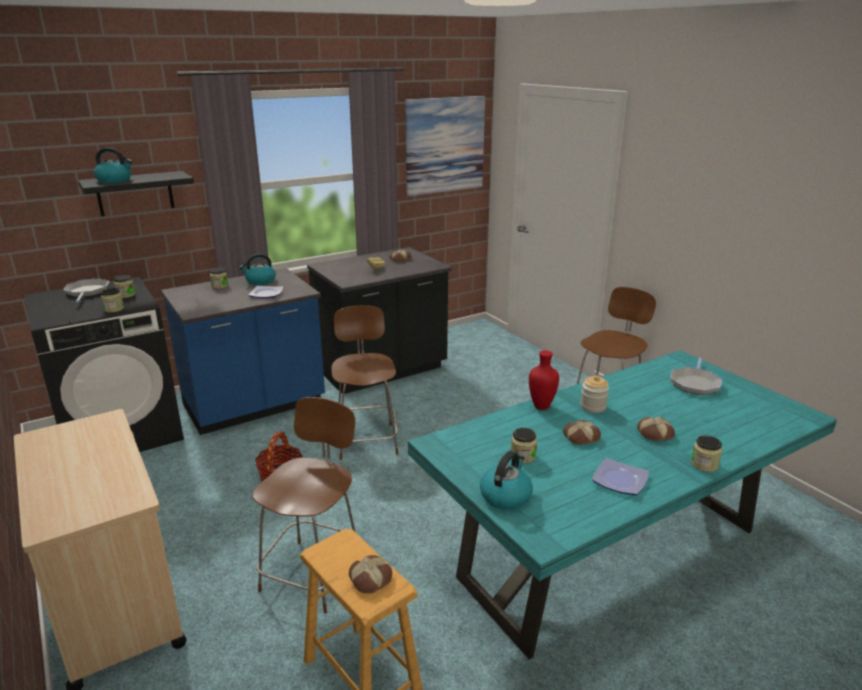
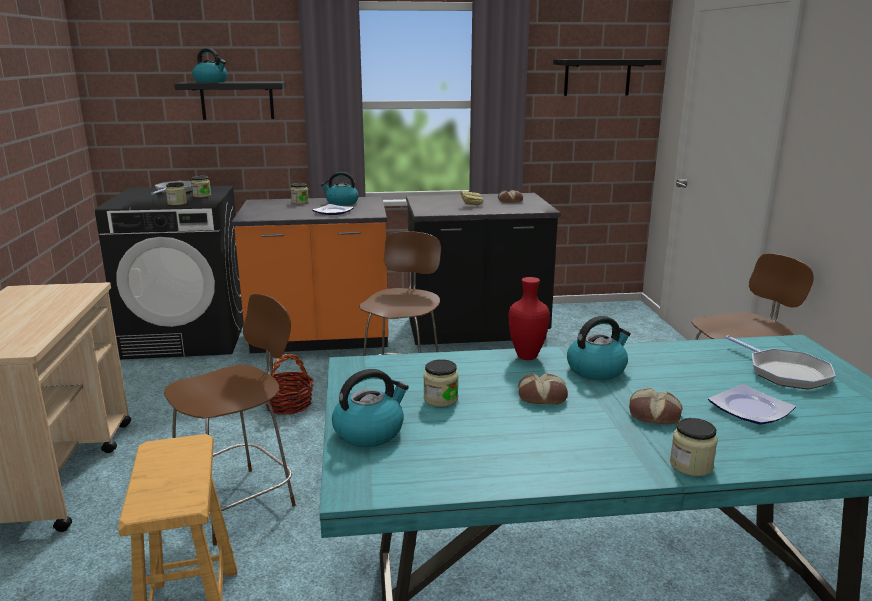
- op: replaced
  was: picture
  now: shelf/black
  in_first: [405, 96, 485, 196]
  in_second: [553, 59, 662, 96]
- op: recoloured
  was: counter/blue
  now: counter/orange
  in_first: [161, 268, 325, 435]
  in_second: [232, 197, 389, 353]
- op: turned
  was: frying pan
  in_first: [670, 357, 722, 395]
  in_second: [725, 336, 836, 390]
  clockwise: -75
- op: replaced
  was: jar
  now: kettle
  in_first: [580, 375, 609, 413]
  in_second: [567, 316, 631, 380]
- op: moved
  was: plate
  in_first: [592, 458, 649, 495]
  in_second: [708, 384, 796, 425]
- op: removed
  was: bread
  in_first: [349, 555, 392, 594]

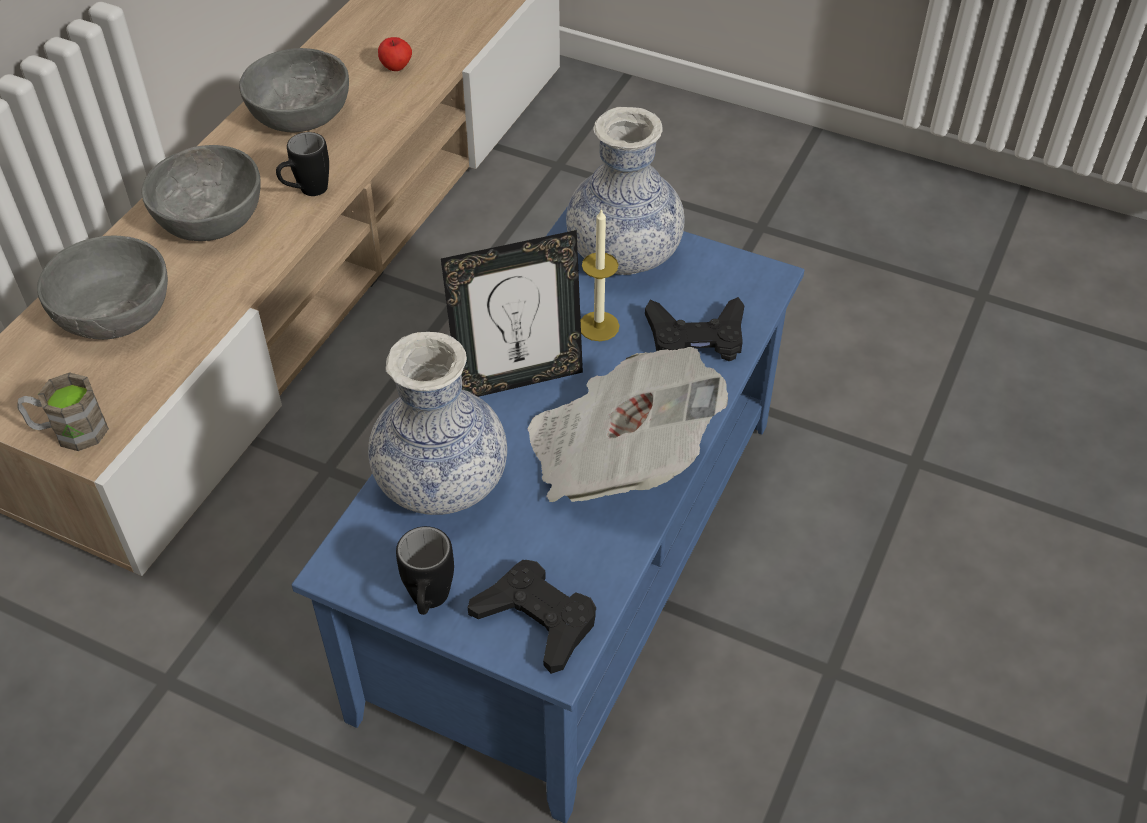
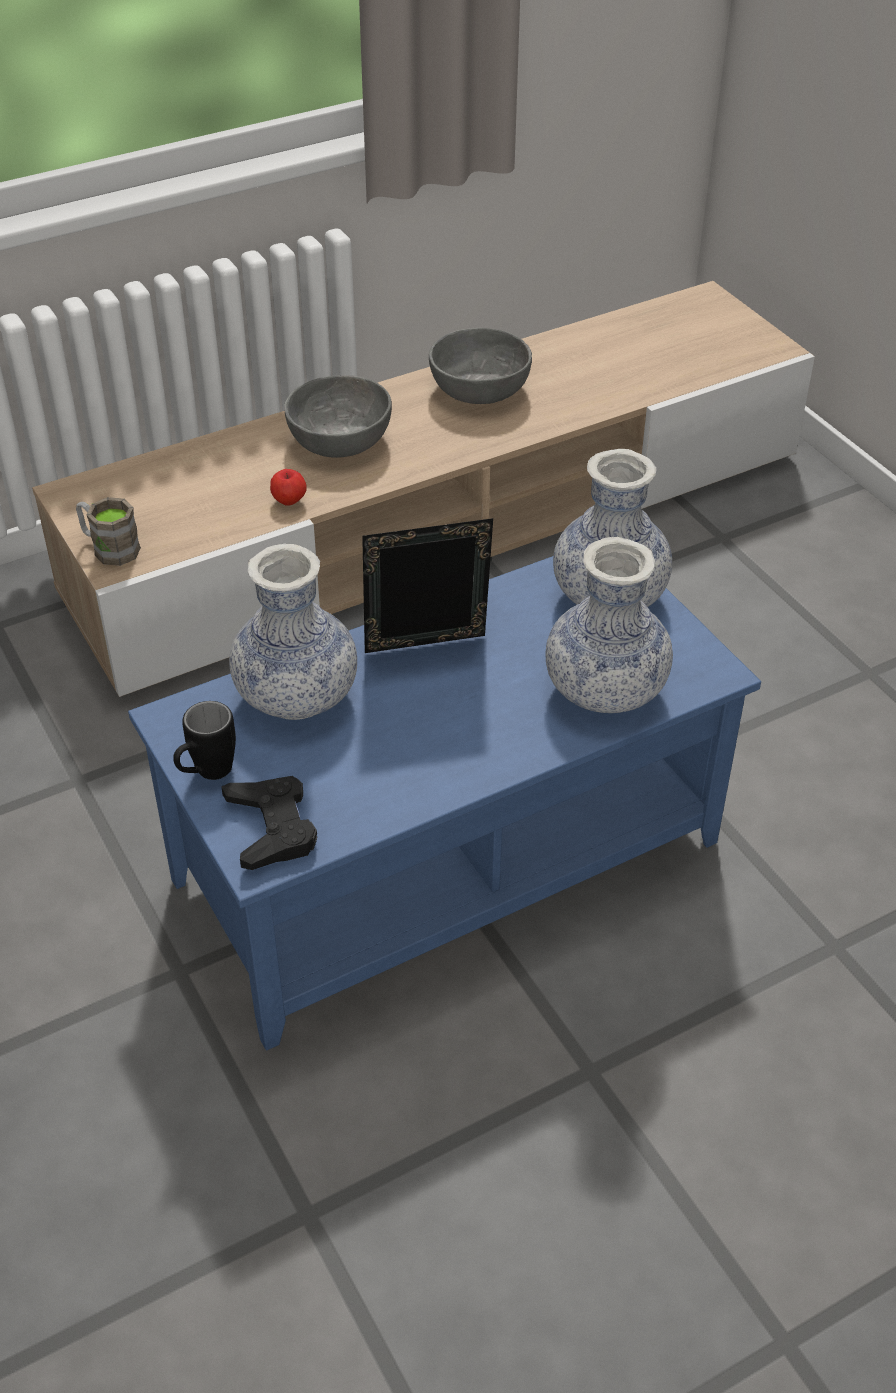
- op: moved
  was: apple
  in_first: [378, 37, 412, 71]
  in_second: [270, 469, 306, 505]
- op: removed
  was: mug/black
  in_first: [276, 132, 329, 196]
- op: removed
  was: candle
  in_first: [581, 208, 620, 341]
- op: turned
  was: picture frame
  in_first: [441, 230, 583, 397]
  in_second: [362, 518, 493, 653]
  clockwise: 150
- op: removed
  was: bowl/grey
  in_first: [37, 236, 168, 340]
- op: replaced
  was: game controller/black
  now: vase
  in_first: [645, 297, 745, 361]
  in_second: [545, 537, 673, 713]
- op: removed
  was: newspaper
  in_first: [527, 347, 728, 502]

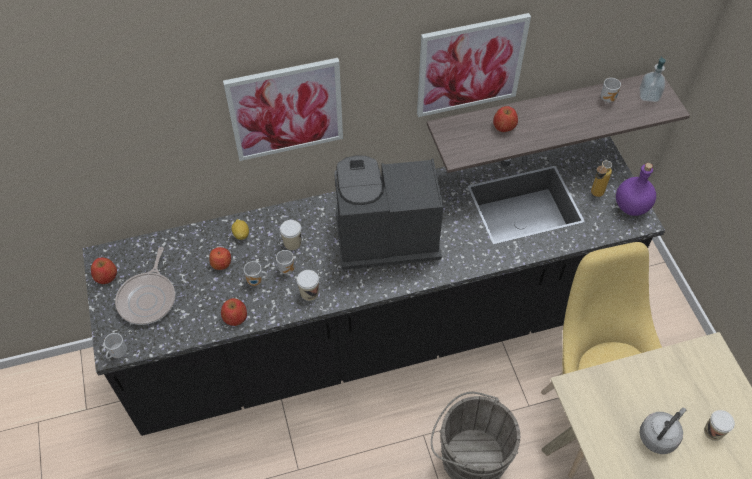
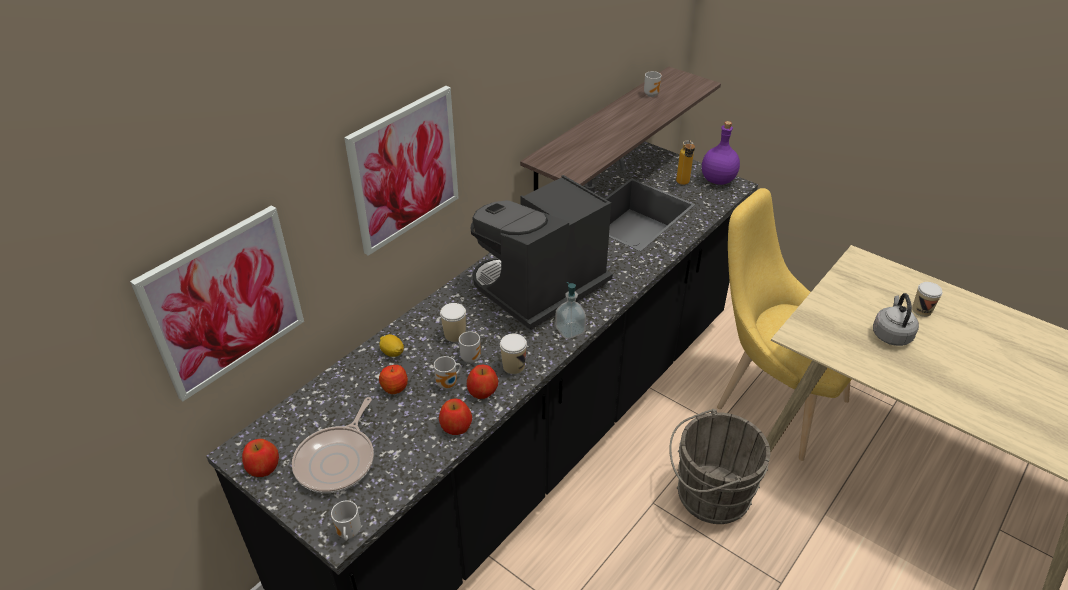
- op: moved
  was: picture
  in_first: [417, 13, 531, 117]
  in_second: [130, 205, 304, 401]
- op: moved
  was: soap dispenser
  in_first: [640, 56, 666, 102]
  in_second: [556, 282, 586, 339]
- op: moved
  was: apple
  in_first: [493, 106, 518, 132]
  in_second: [467, 365, 498, 399]
- op: turned
  was: frying pan
  in_first: [115, 247, 175, 325]
  in_second: [292, 397, 374, 493]
  clockwise: 45

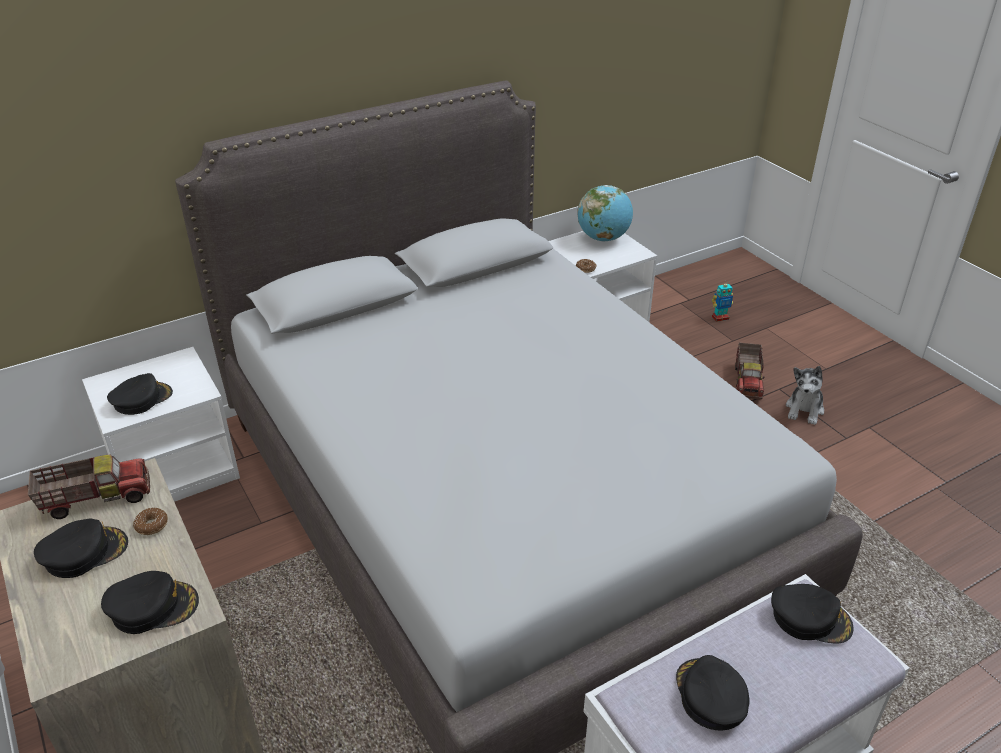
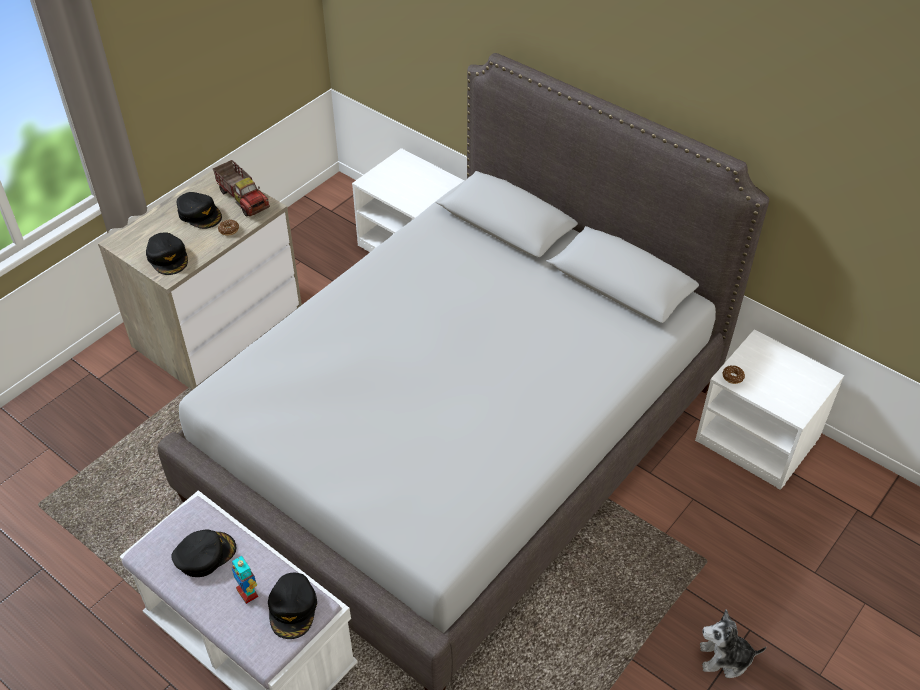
- op: removed
  was: globe
  in_first: [577, 185, 633, 241]
- op: moved
  was: toy robot
  in_first: [712, 280, 733, 322]
  in_second: [232, 556, 258, 604]
- op: removed
  was: toy truck
  in_first: [735, 343, 764, 399]
- op: removed
  was: cap/black
  in_first: [107, 373, 173, 415]

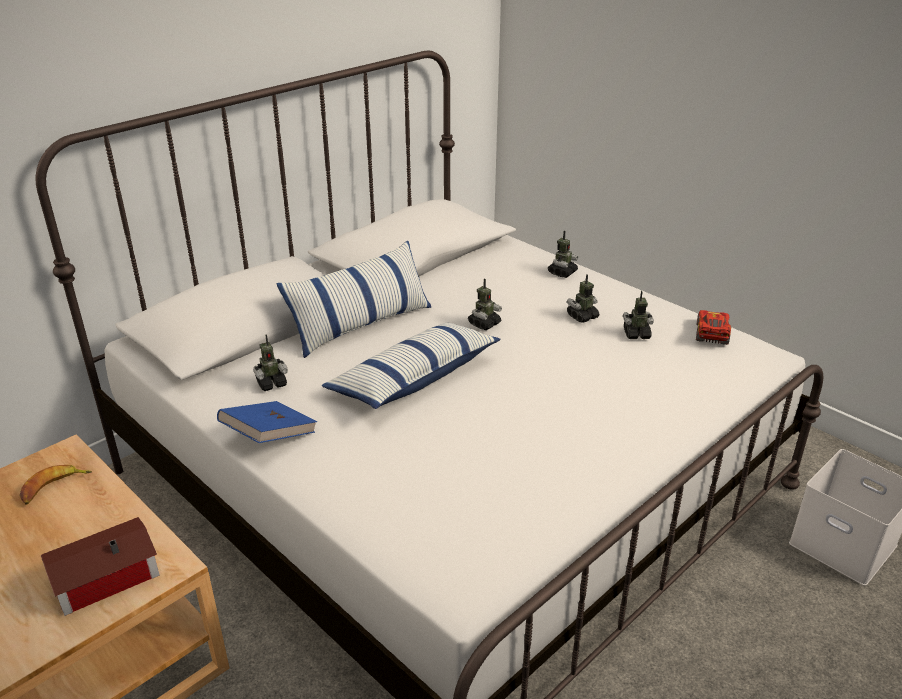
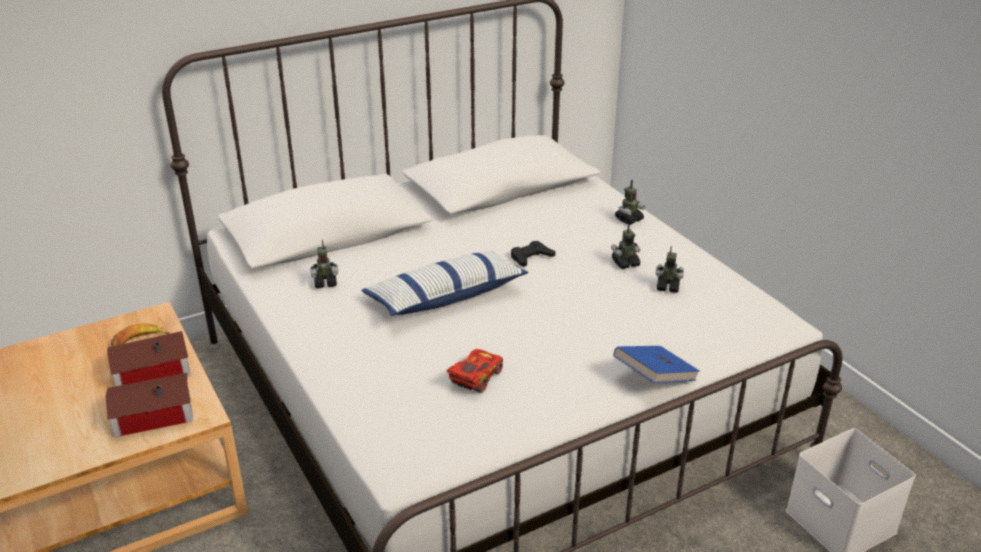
- op: removed
  was: pillow
  in_first: [277, 241, 431, 358]
- op: replaced
  was: toy robot
  now: game controller/black
  in_first: [468, 278, 502, 330]
  in_second: [511, 241, 555, 267]
- op: moved
  was: toy car/red
  in_first: [696, 310, 731, 345]
  in_second: [447, 349, 503, 393]
- op: moved
  was: book/blue
  in_first: [217, 401, 317, 443]
  in_second: [614, 346, 700, 383]
- op: added
  now: toy house
  in_second: [107, 331, 190, 386]

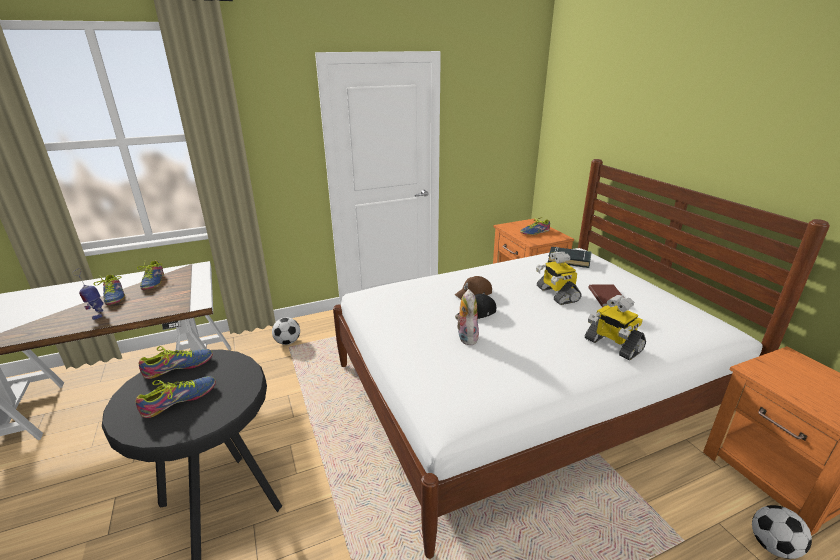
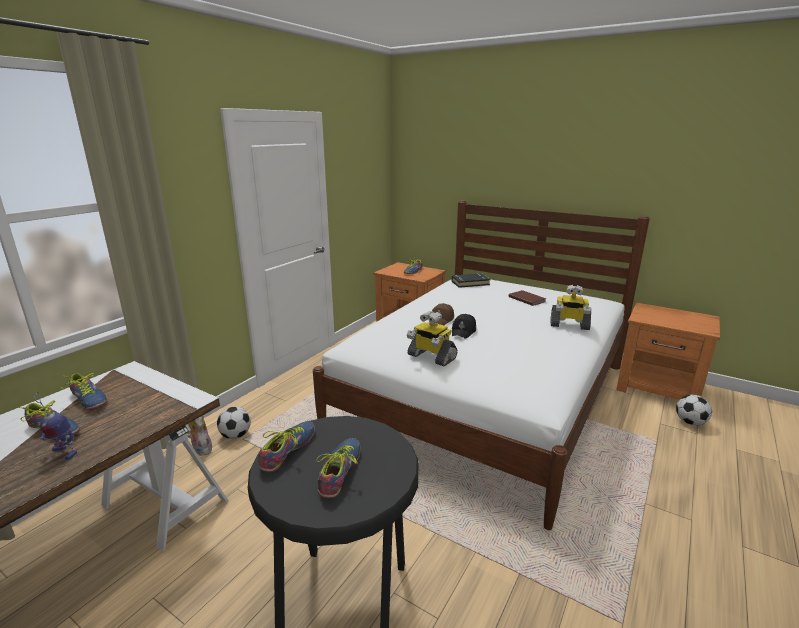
- op: moved
  was: toy robot
  in_first: [536, 252, 581, 305]
  in_second: [407, 311, 458, 366]
- op: moved
  was: plush toy
  in_first: [455, 289, 479, 345]
  in_second: [187, 416, 212, 456]

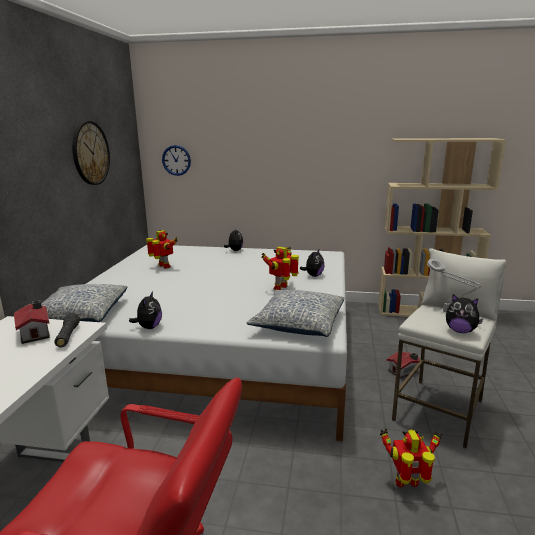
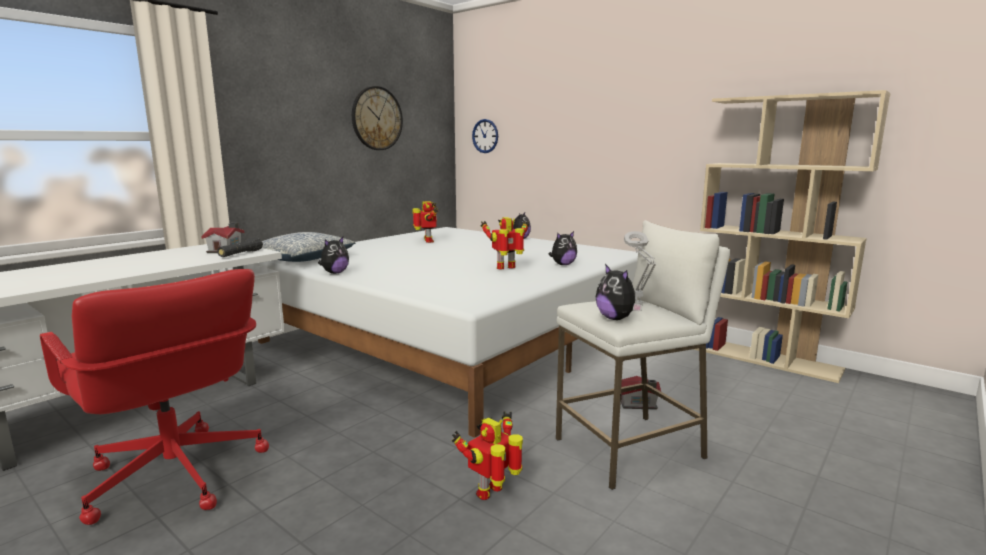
- op: removed
  was: pillow
  in_first: [247, 290, 344, 337]
- op: turned
  was: toy robot
  in_first: [380, 429, 442, 487]
  in_second: [452, 411, 523, 500]
  clockwise: -75

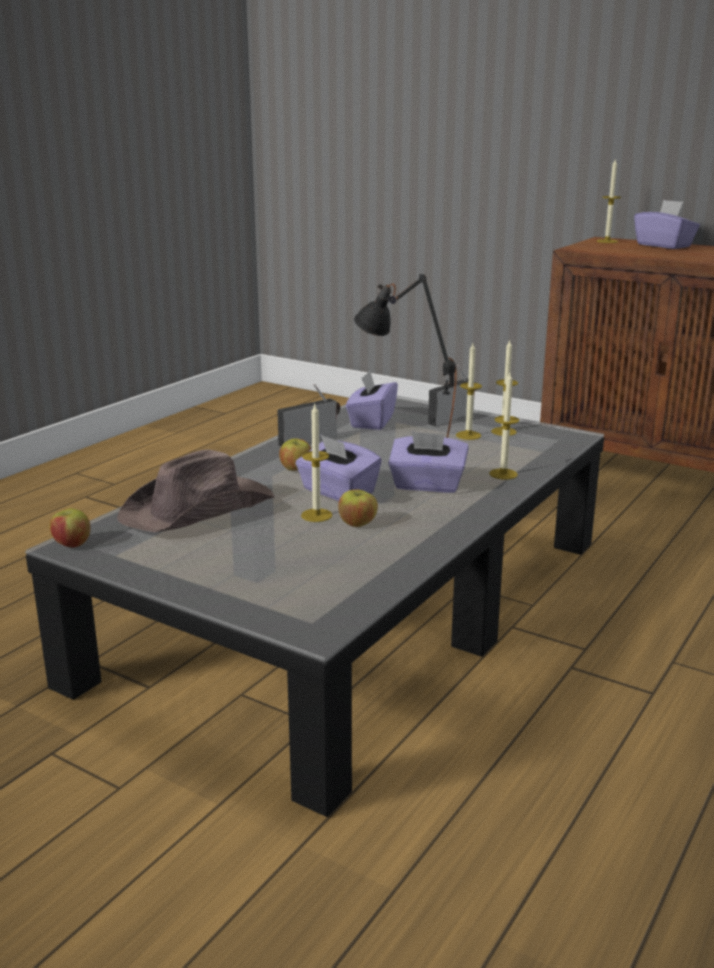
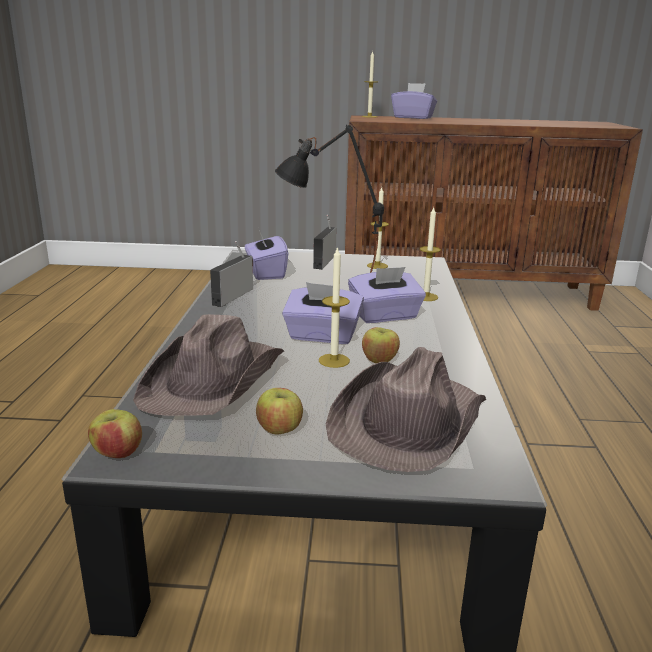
- op: removed
  was: candle
  in_first: [456, 343, 482, 440]
- op: moved
  was: apple
  in_first: [279, 438, 311, 471]
  in_second: [256, 388, 303, 434]
- op: added
  now: hat/brown
  in_second: [326, 347, 486, 472]

